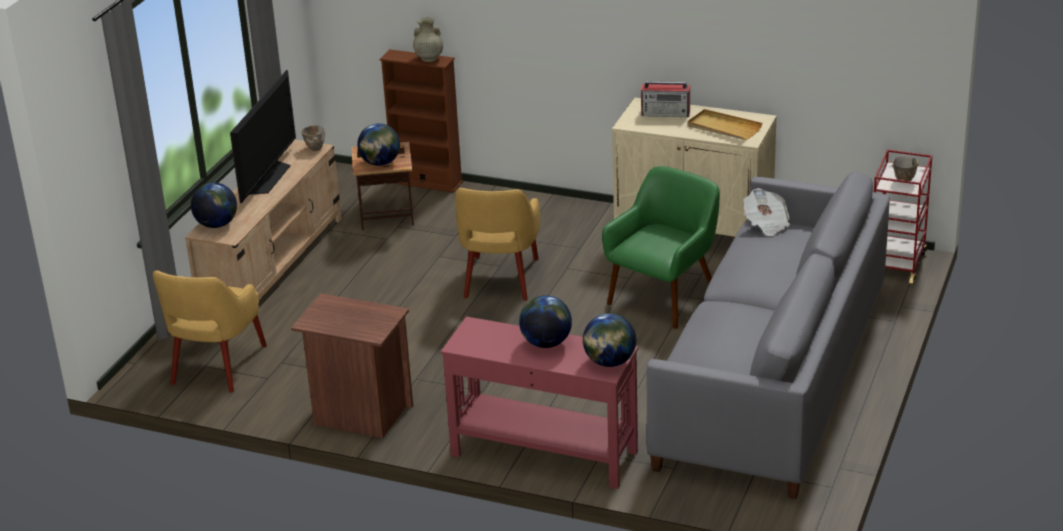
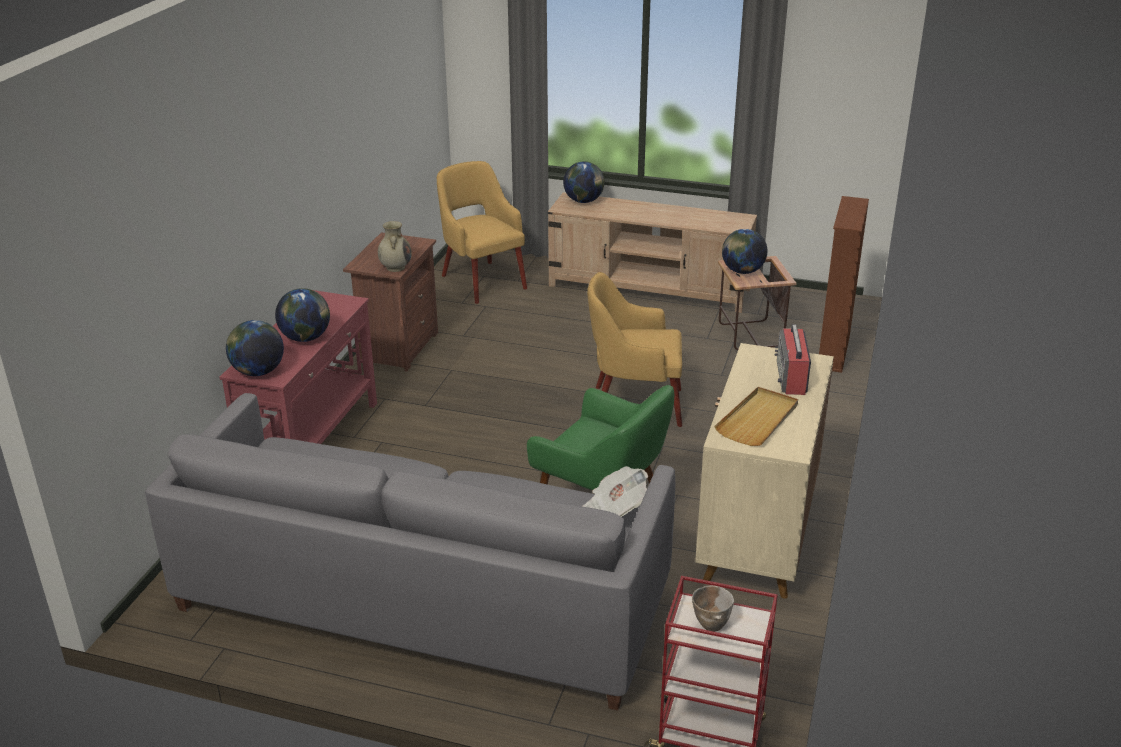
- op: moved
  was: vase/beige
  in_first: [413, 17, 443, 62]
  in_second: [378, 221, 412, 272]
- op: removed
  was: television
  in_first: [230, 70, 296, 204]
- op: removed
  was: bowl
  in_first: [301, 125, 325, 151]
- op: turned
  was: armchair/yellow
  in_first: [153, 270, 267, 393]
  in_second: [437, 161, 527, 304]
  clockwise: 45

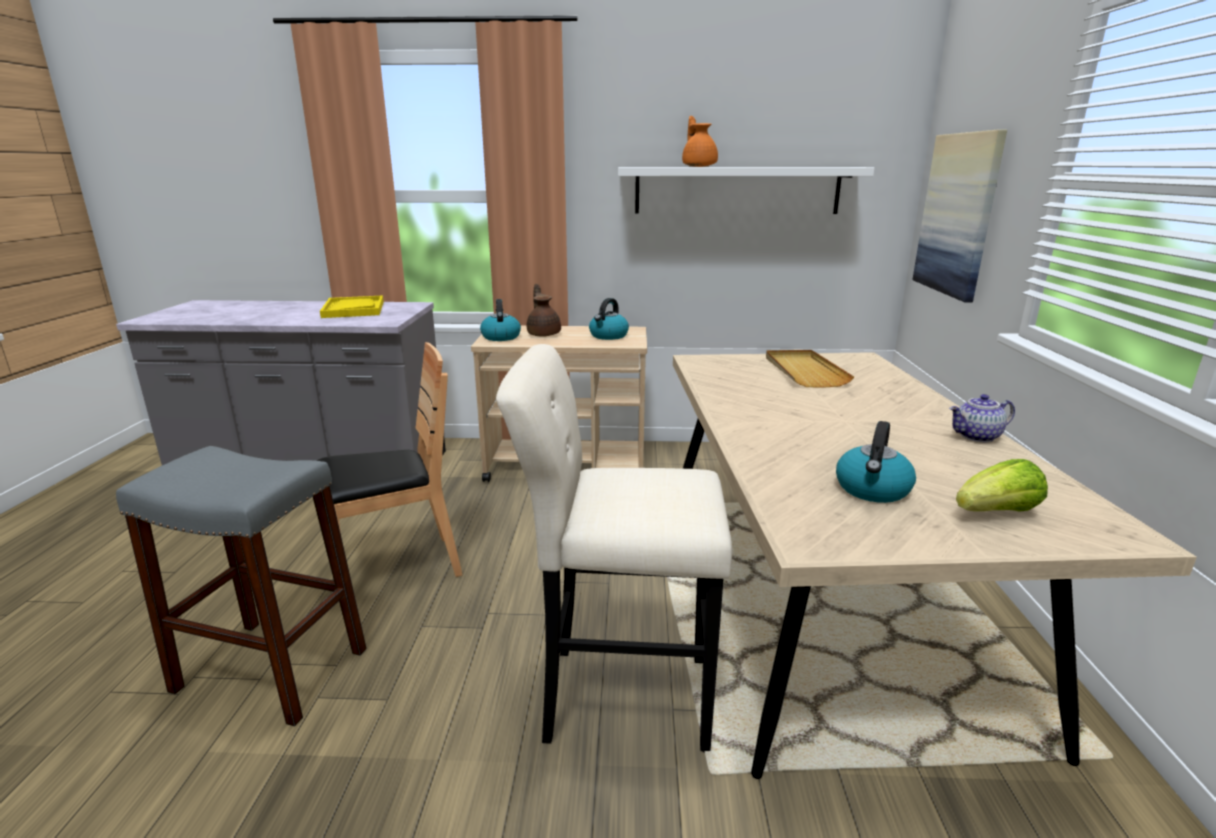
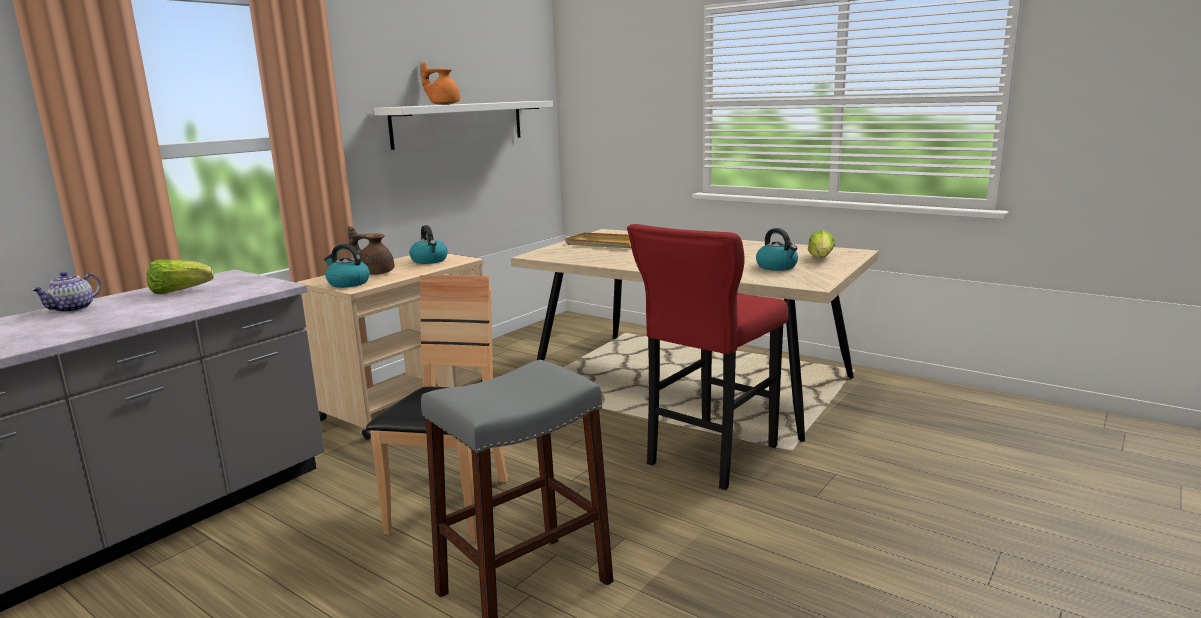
- op: removed
  was: picture
  in_first: [912, 130, 1007, 302]
- op: replaced
  was: tray/yellow
  now: lettuce
  in_first: [320, 296, 384, 318]
  in_second: [146, 259, 214, 294]
- op: recoloured
  was: stool/beige
  now: stool/red
  in_first: [496, 344, 732, 753]
  in_second: [627, 224, 788, 490]
- op: moved
  was: teapot
  in_first: [949, 394, 1015, 442]
  in_second: [31, 272, 101, 313]

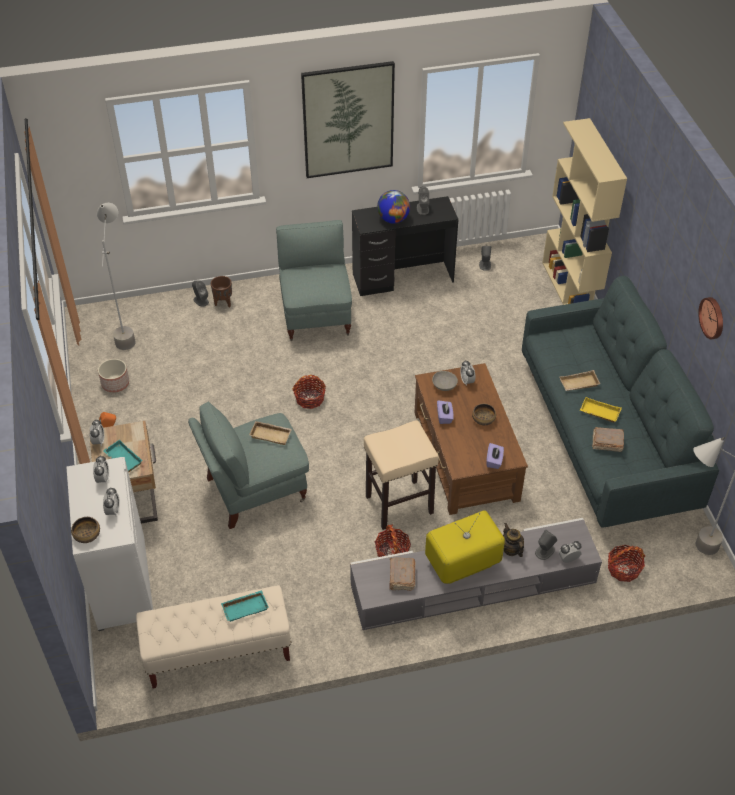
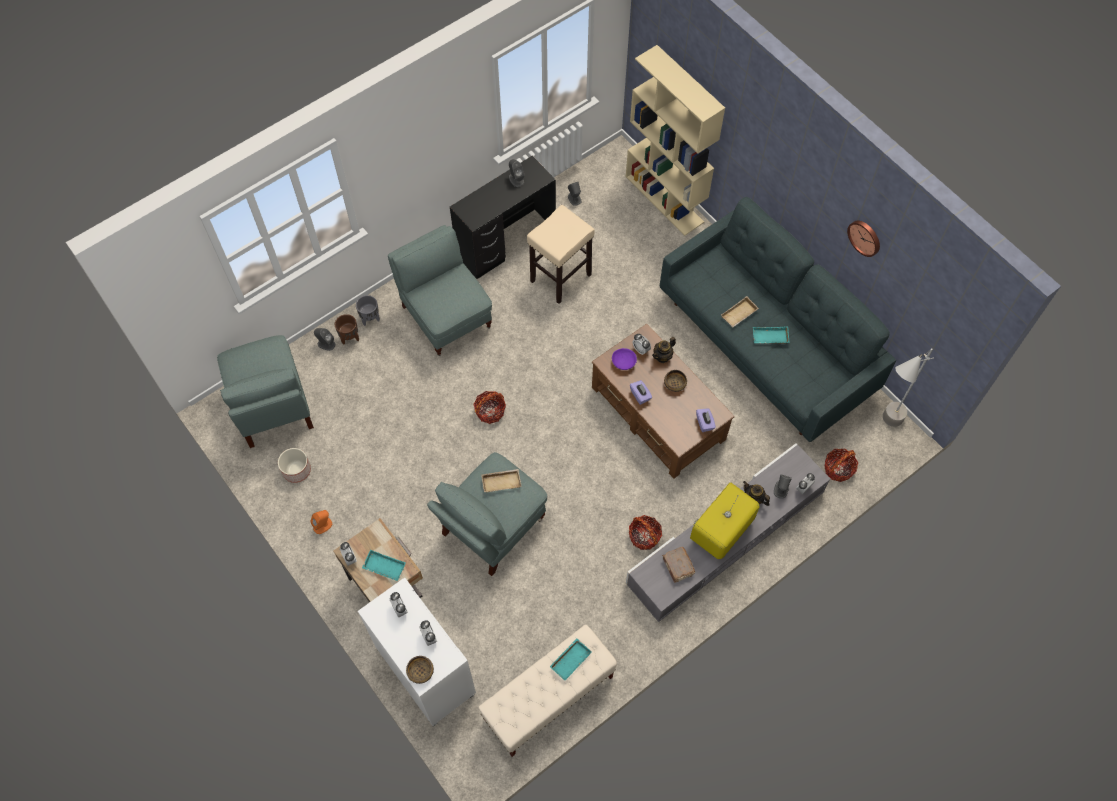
- op: removed
  was: picture
  in_first: [301, 61, 395, 178]
- op: removed
  was: globe
  in_first: [377, 190, 410, 223]
- op: replaced
  was: floor lamp/grey
  now: armchair/grey
  in_first: [97, 203, 135, 350]
  in_second: [217, 335, 314, 448]
- op: recoloured
  was: bowl/grey
  now: bowl/purple
  in_first: [432, 371, 458, 391]
  in_second: [612, 348, 637, 370]
- op: recoloured
  was: tray/yellow
  now: tray/turquoise
  in_first: [580, 397, 622, 422]
  in_second: [753, 326, 790, 343]
- op: moved
  was: stool/beige
  in_first: [364, 420, 439, 530]
  in_second: [527, 205, 595, 304]
- op: removed
  was: book/brown
  in_first: [592, 427, 624, 452]
- op: added
  now: planter/grey
  in_second: [356, 295, 380, 326]
- op: added
  now: teapot
  in_second: [652, 337, 676, 363]

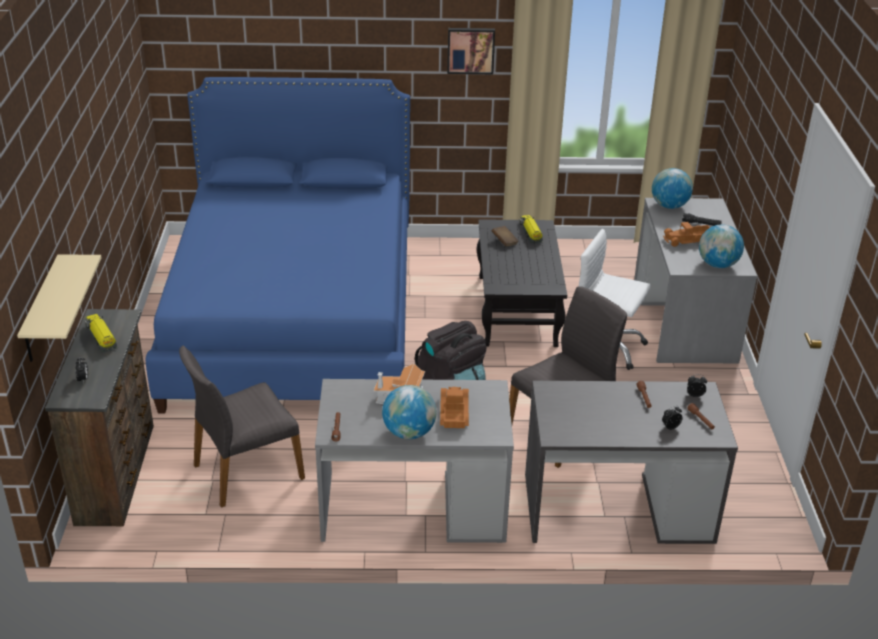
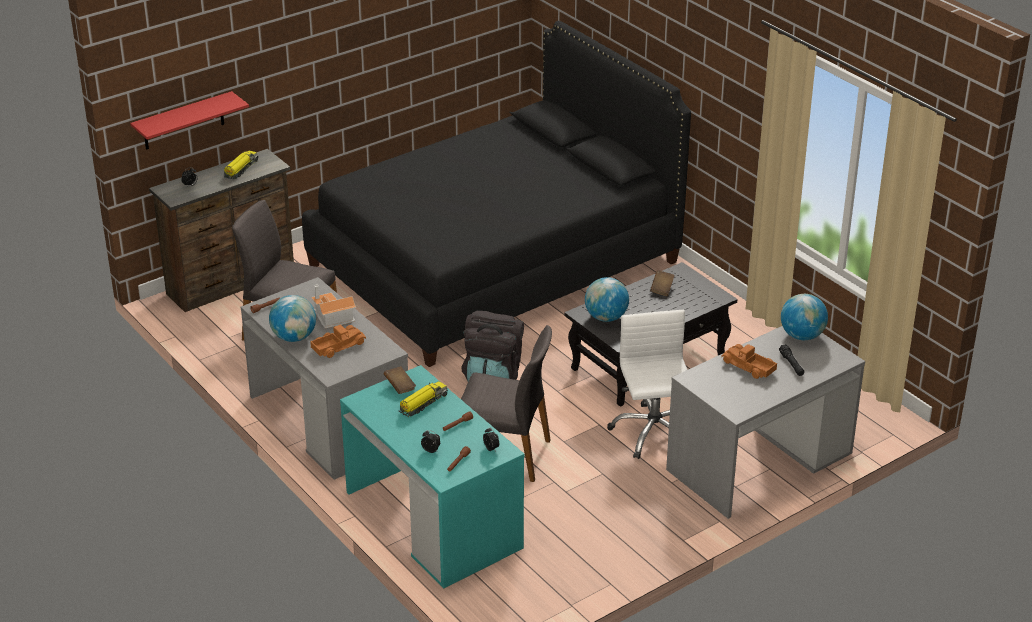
- op: removed
  was: picture
  in_first: [447, 28, 495, 74]
- op: recoloured
  was: bed/blue
  now: bed/black
  in_first: [146, 77, 410, 413]
  in_second: [302, 21, 691, 367]
- op: moved
  was: toy truck
  in_first: [520, 215, 543, 243]
  in_second: [399, 381, 448, 417]
- op: moved
  was: globe
  in_first: [699, 224, 744, 268]
  in_second: [585, 277, 629, 322]
- op: recoloured
  was: shelf/beige
  now: shelf/red
  in_first: [17, 254, 102, 362]
  in_second: [130, 91, 249, 150]
- op: recoloured
  was: desk/grey
  now: desk/turquoise
  in_first: [525, 381, 738, 544]
  in_second: [340, 365, 525, 588]
- op: added
  now: book/brown
  in_second: [384, 366, 416, 394]

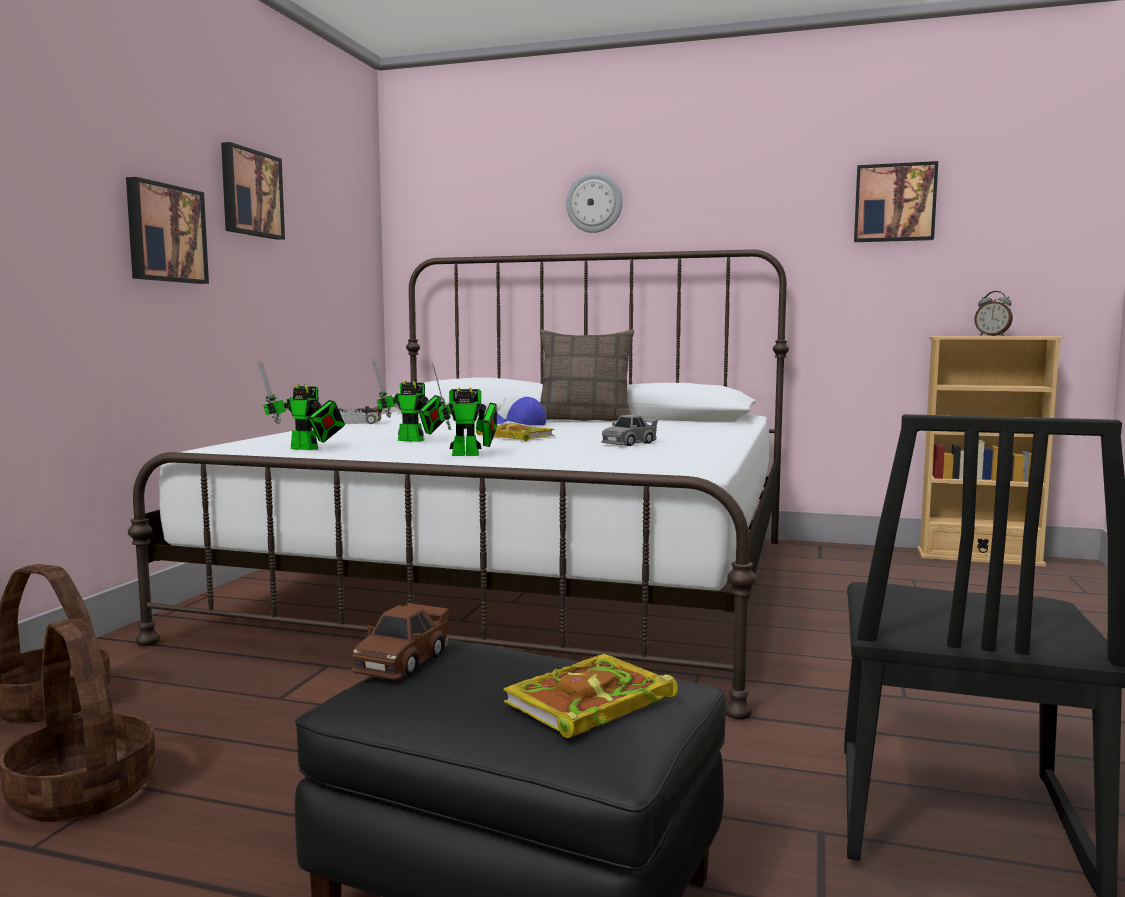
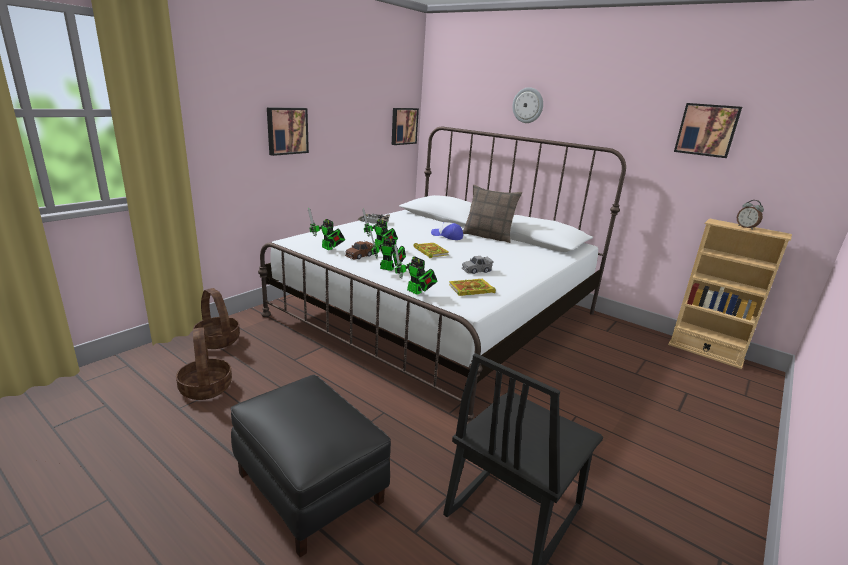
- op: moved
  was: picture
  in_first: [221, 142, 285, 240]
  in_second: [392, 108, 419, 145]
- op: moved
  was: toy car/brown
  in_first: [351, 601, 449, 680]
  in_second: [345, 241, 373, 259]
- op: moved
  was: book
  in_first: [504, 654, 678, 738]
  in_second: [449, 279, 496, 296]
- op: added
  now: toy robot
  in_second: [394, 244, 437, 295]

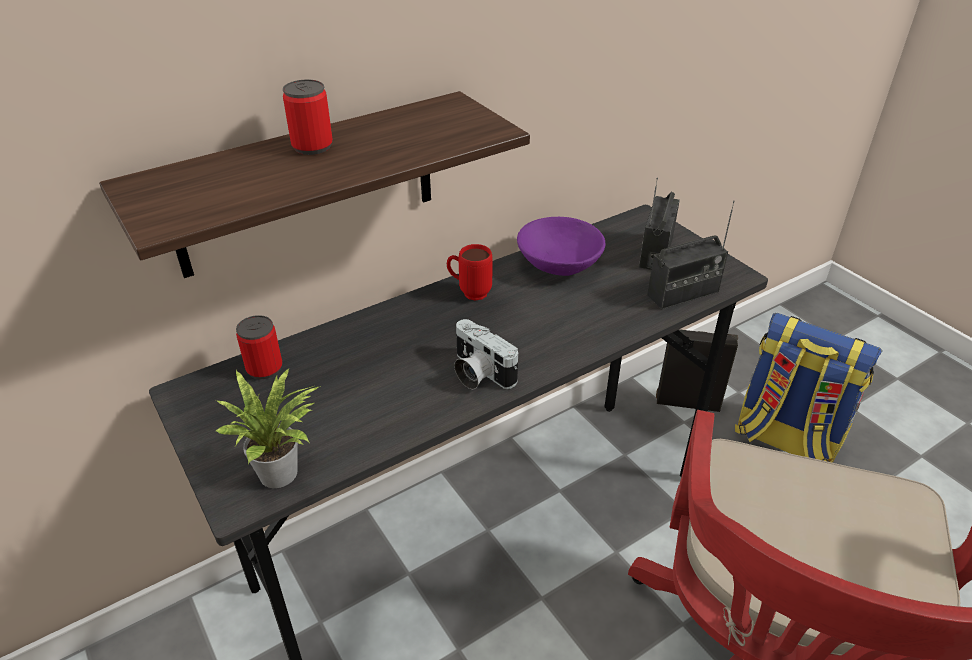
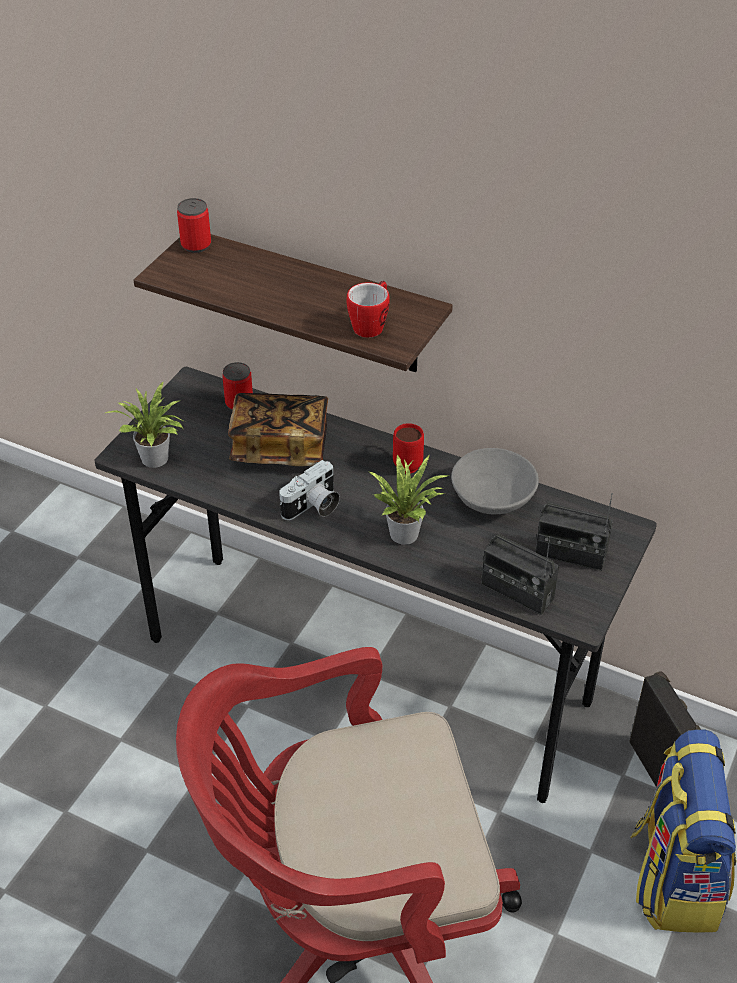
- op: moved
  was: can
  in_first: [283, 79, 333, 155]
  in_second: [177, 198, 211, 253]
- op: turned
  was: radio
  in_first: [639, 178, 680, 270]
  in_second: [535, 493, 613, 571]
  clockwise: -150
- op: recoloured
  was: bowl/purple
  now: bowl/grey
  in_first: [517, 217, 605, 276]
  in_second: [451, 448, 539, 514]
- op: turned
  was: photo camera
  in_first: [454, 319, 518, 390]
  in_second: [279, 460, 340, 520]
  clockwise: -150
- op: added
  now: mug
  in_second: [347, 281, 389, 338]
- op: added
  now: book
  in_second: [228, 393, 328, 466]
- op: added
  now: potted plant
  in_second: [369, 454, 449, 545]

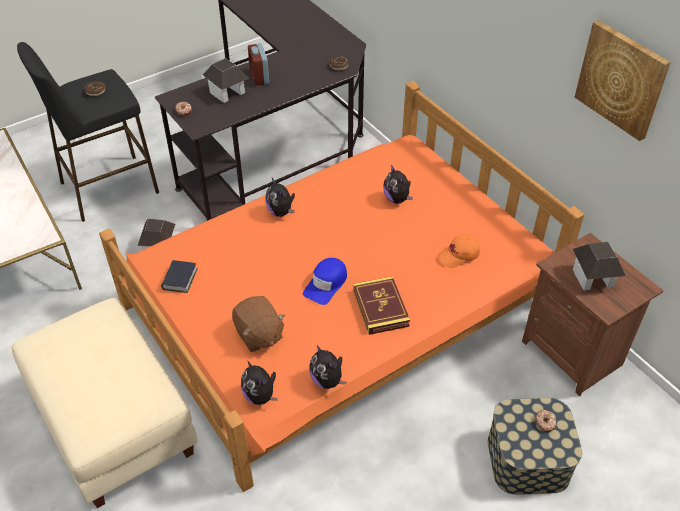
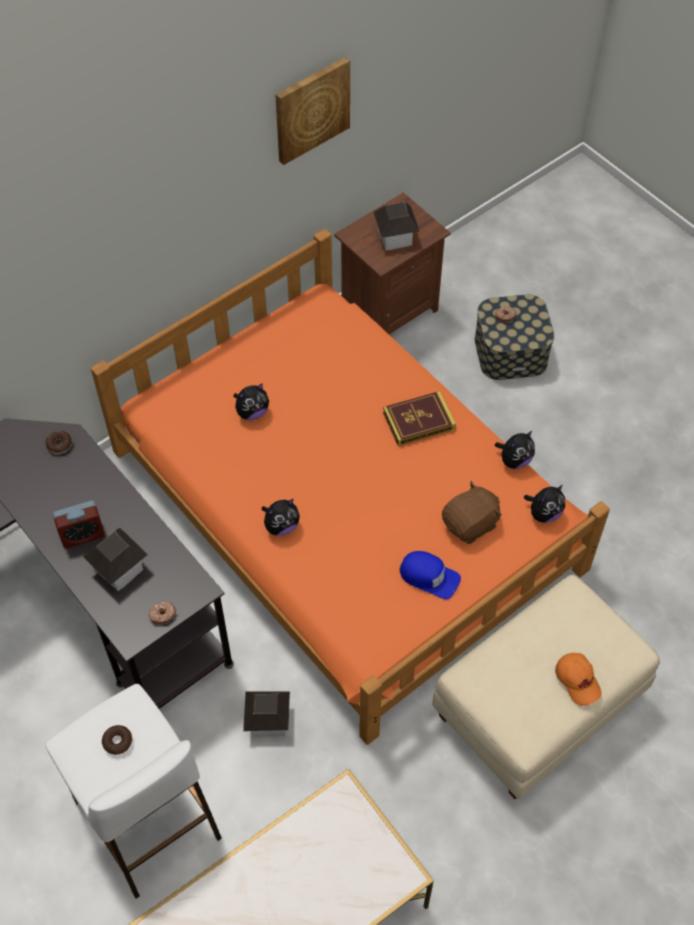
- op: recoloured
  was: stool/black
  now: stool/white
  in_first: [17, 42, 159, 222]
  in_second: [45, 684, 222, 899]
- op: moved
  was: cap/orange
  in_first: [438, 234, 480, 268]
  in_second: [555, 653, 601, 706]
- op: moved
  was: cap/blue
  in_first: [303, 258, 347, 305]
  in_second: [399, 551, 461, 599]
- op: removed
  was: book
  in_first: [161, 260, 198, 293]

